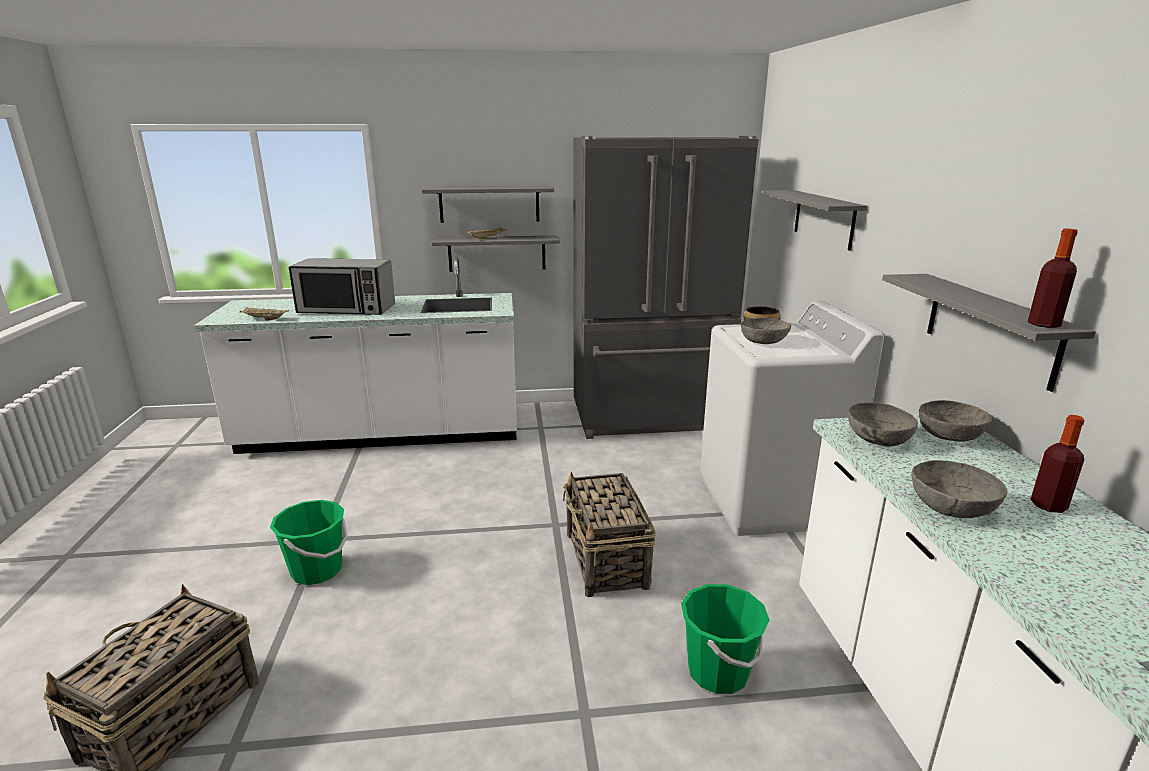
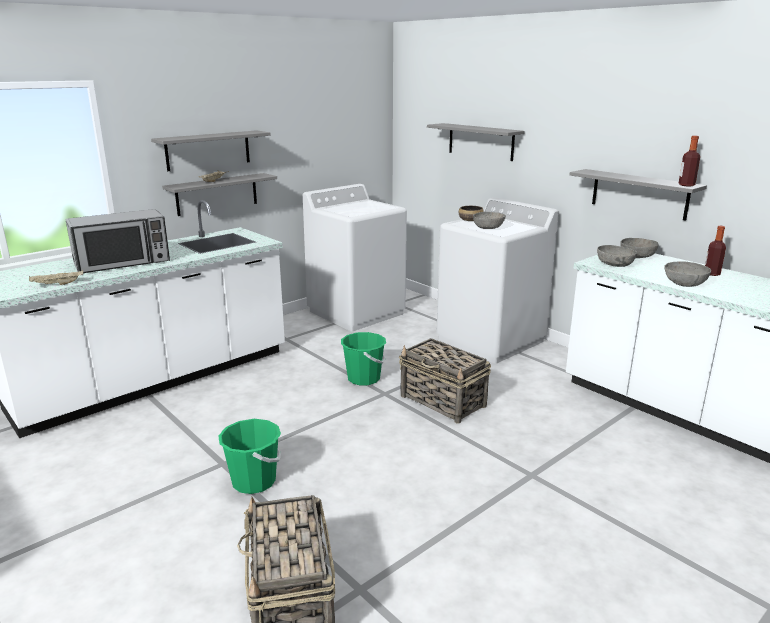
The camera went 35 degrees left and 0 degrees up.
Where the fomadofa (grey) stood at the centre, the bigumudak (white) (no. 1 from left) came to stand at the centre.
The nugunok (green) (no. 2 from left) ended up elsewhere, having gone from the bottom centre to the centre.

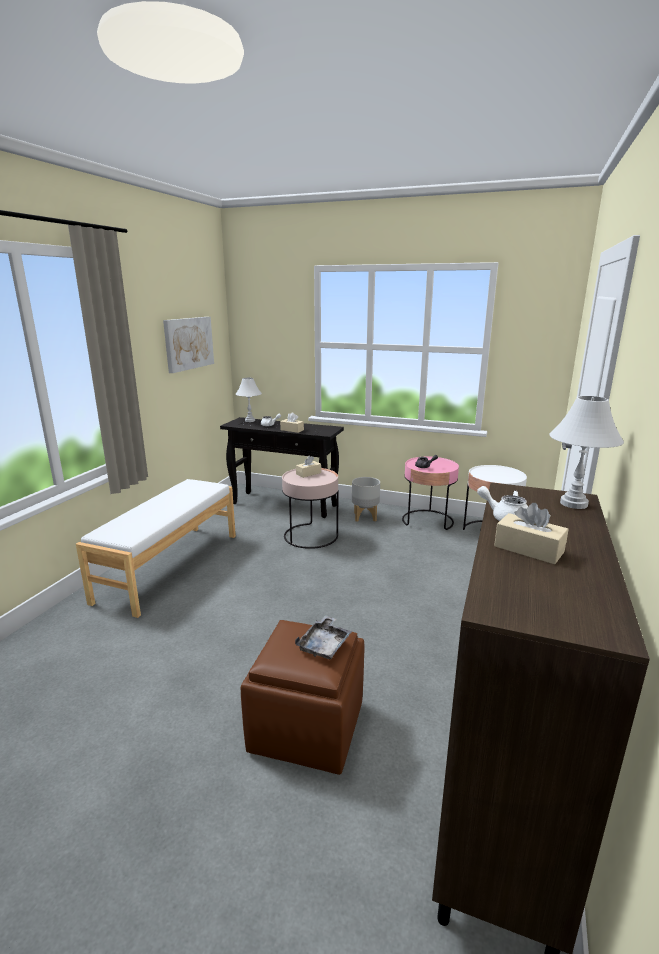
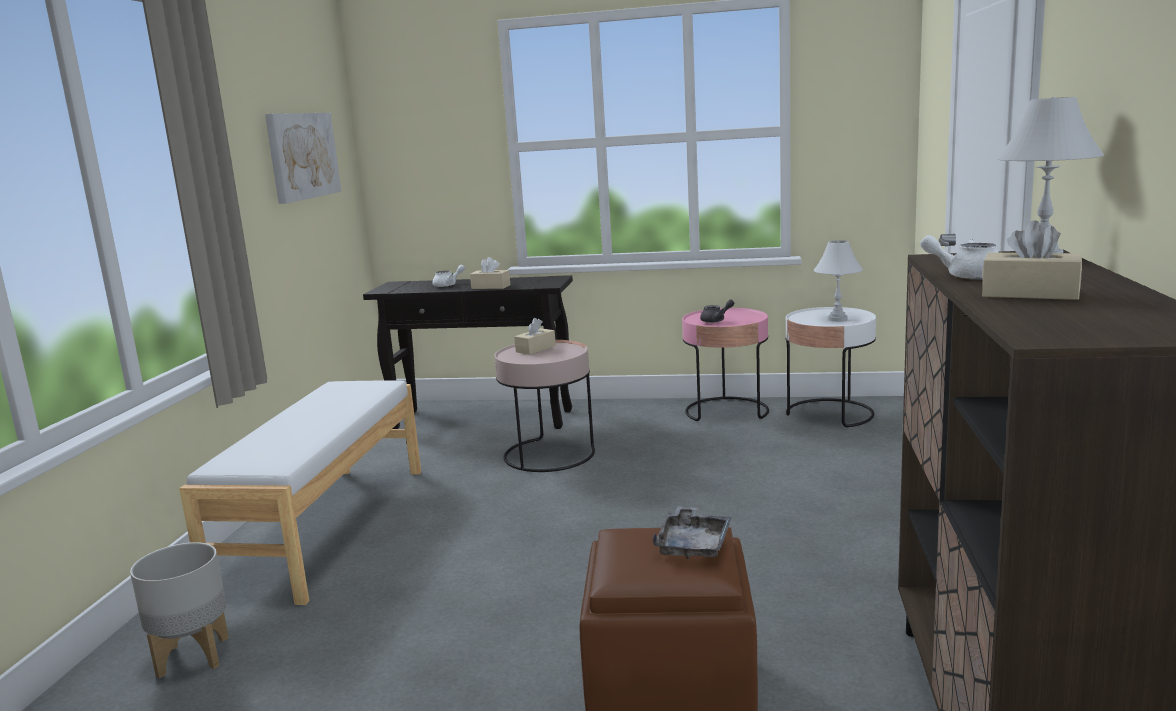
The camera went 10 degrees left and 5 degrees down.
The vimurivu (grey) ended up elsewhere, having gone from the centre to the bottom left.
The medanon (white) (no. 1 from left) ended up elsewhere, having gone from the centre to the middle right.

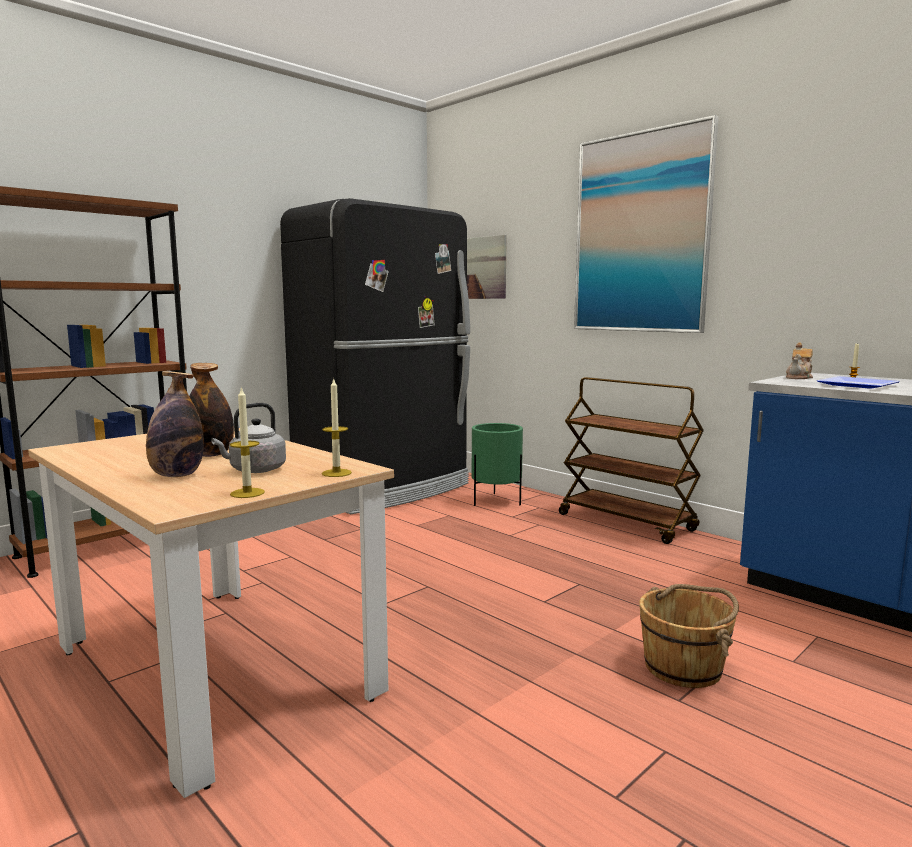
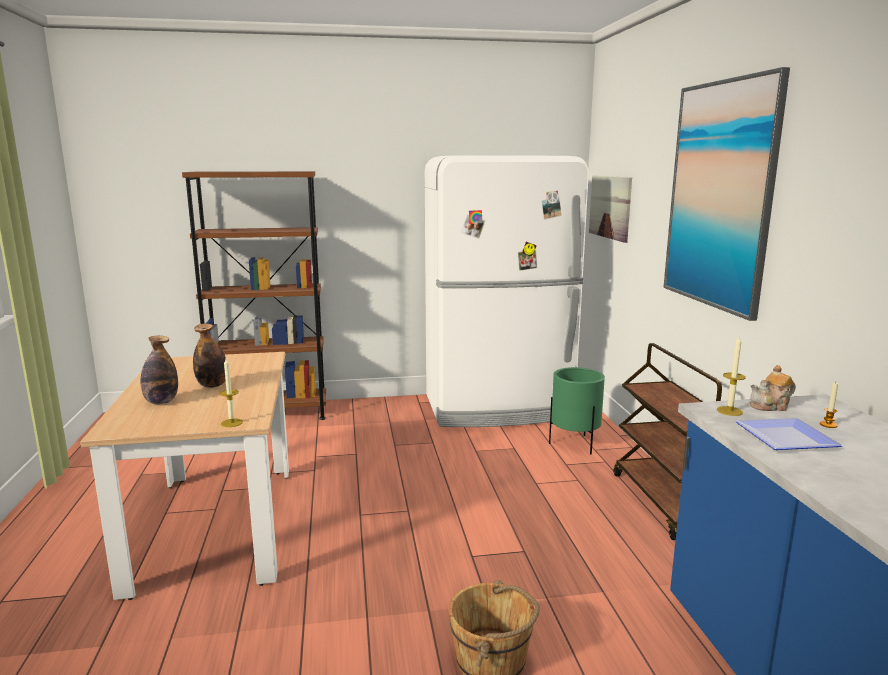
The camera went 35 degrees right and 5 degrees up.
What was the fomadofa (black) at the centre turned into the fomadofa (white) at the centre.
The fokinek (no. 1 from left in the first image) ended up elsewhere, having gone from the middle left to the middle right.
The second view lost the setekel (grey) at the middle left.

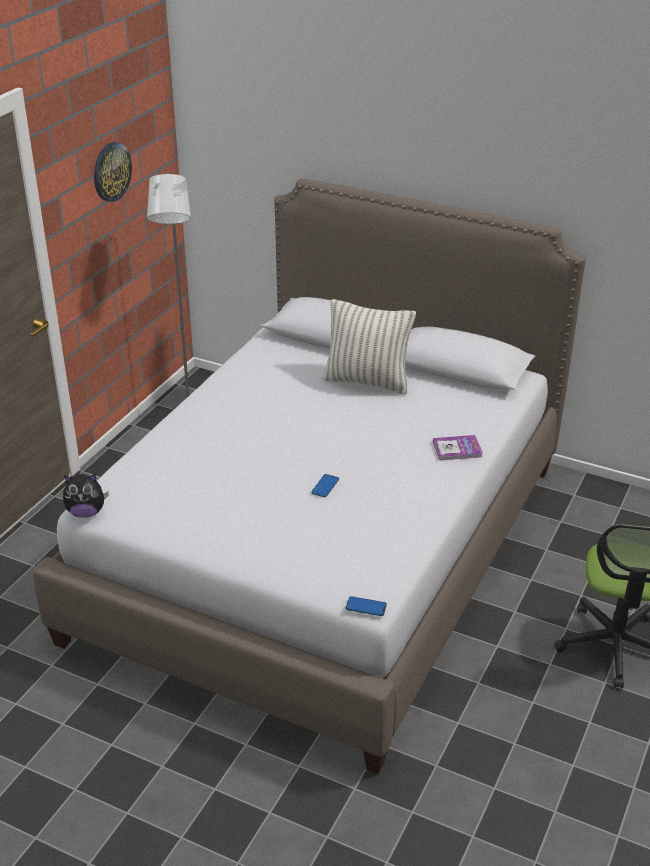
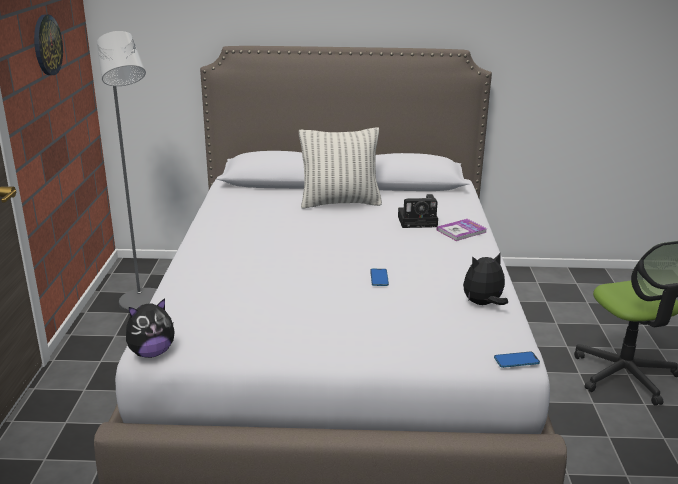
The camera went 25 degrees left and 10 degrees down.
The second view gained the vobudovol at the centre.
The second view gained the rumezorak (no. 2 from left) at the middle right.

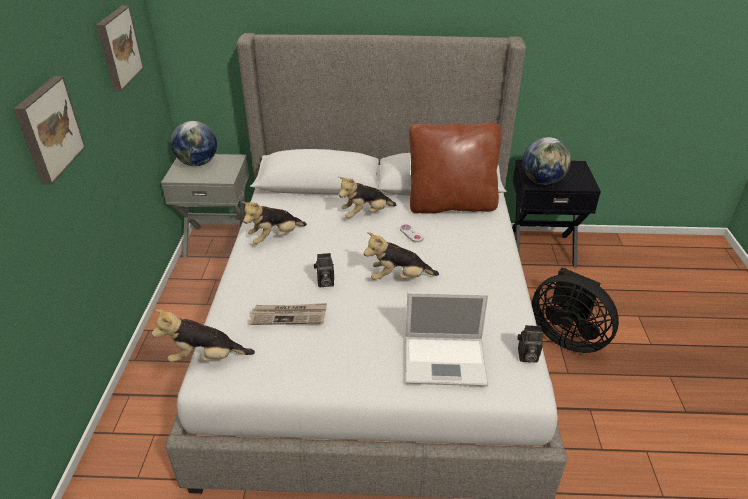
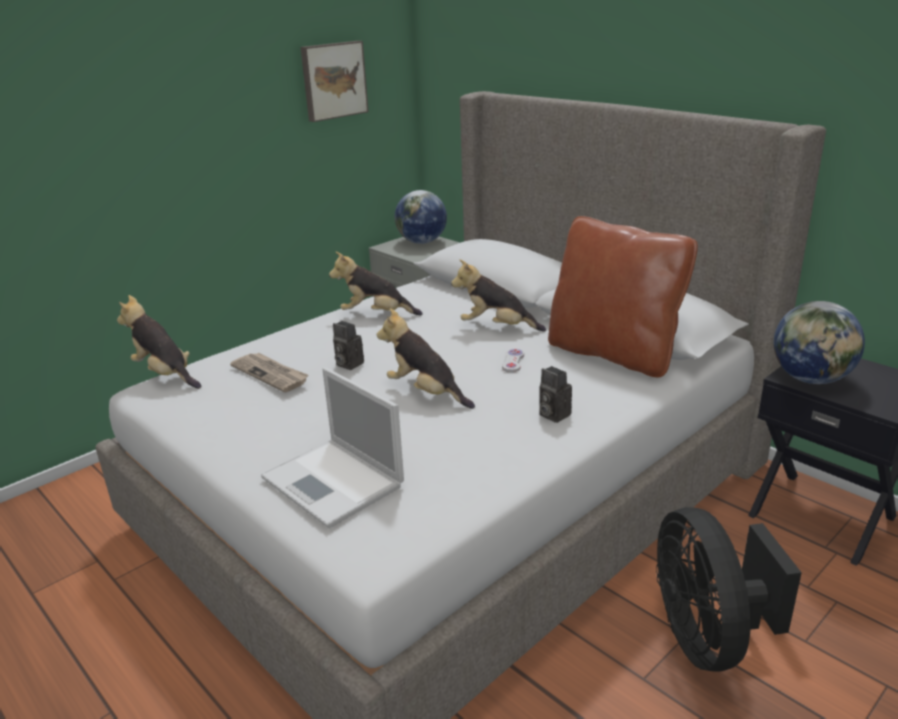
The camera went 45 degrees right and 10 degrees down.
The vobudovol (no. 2 from left) ended up elsewhere, having gone from the bottom right to the centre.
The second view lost the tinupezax (no. 1 from left) at the top left.

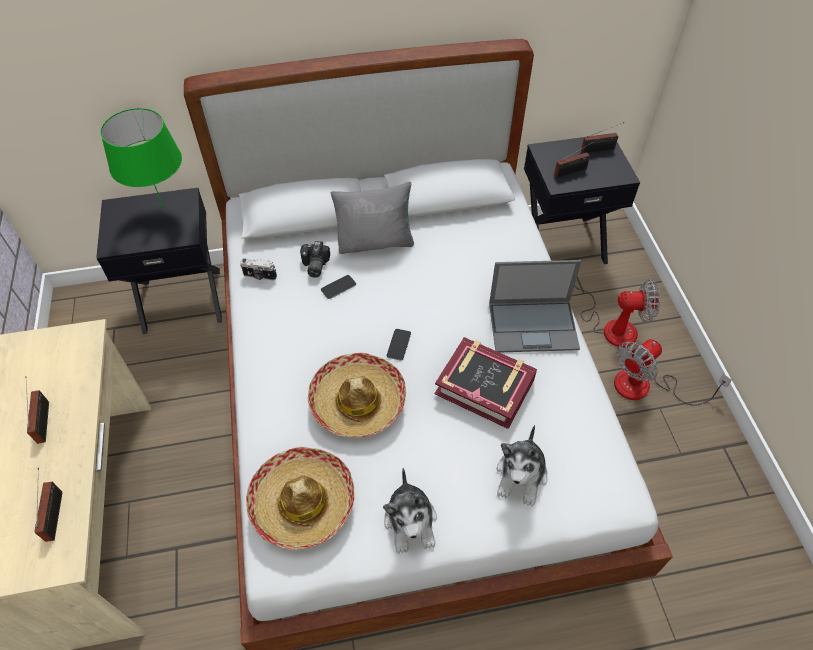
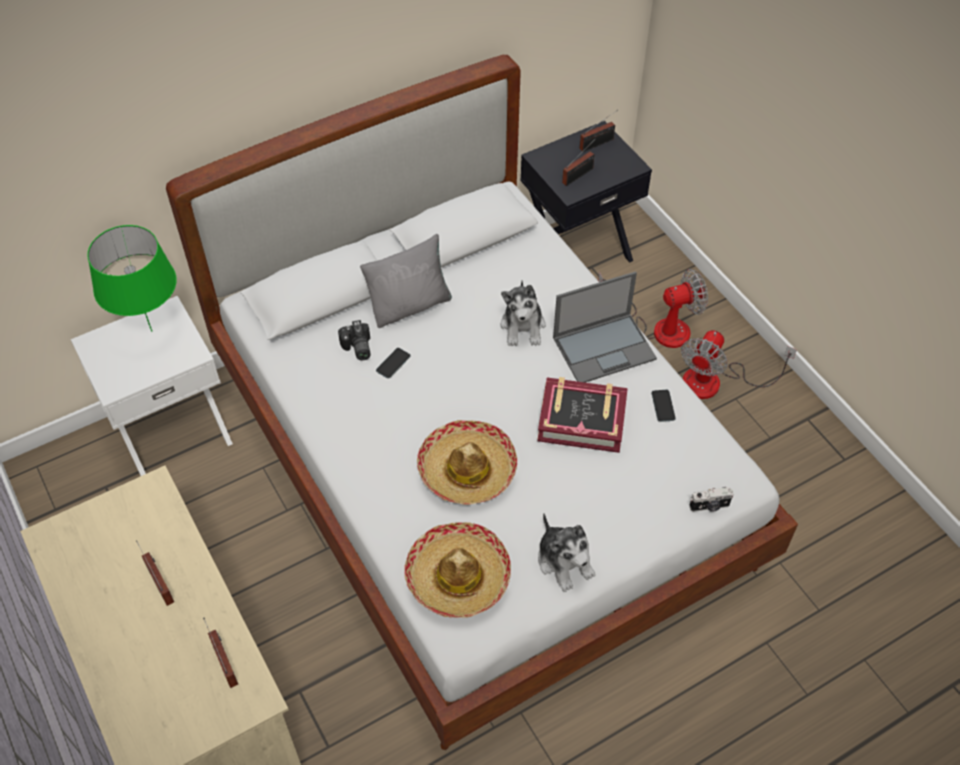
The camera went 20 degrees left and 0 degrees up.
What was the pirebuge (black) (no. 1 from left) at the middle left turned into the pirebuge (white) at the middle left.
The rumezorak (no. 2 from left in the first image) ended up elsewhere, having gone from the bottom centre to the centre.
The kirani (no. 2 from left) ended up elsewhere, having gone from the centre to the middle right.
The vobudovol (no. 1 from left in the first image) ended up elsewhere, having gone from the middle left to the middle right.

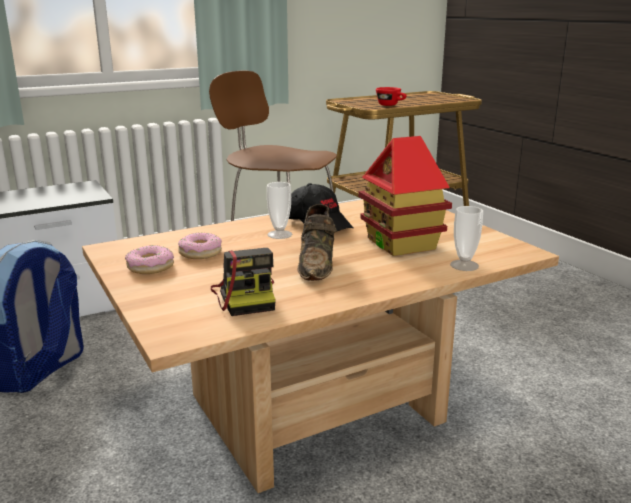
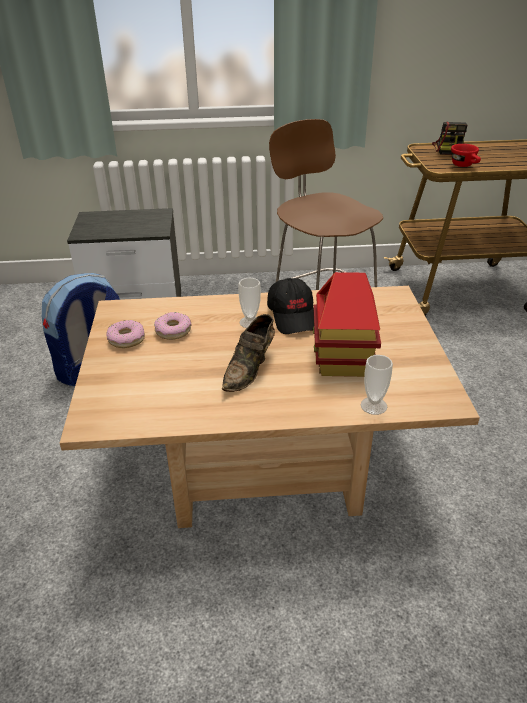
The camera went 25 degrees right and 15 degrees up.
The vobudovol ended up elsewhere, having gone from the centre to the top right.

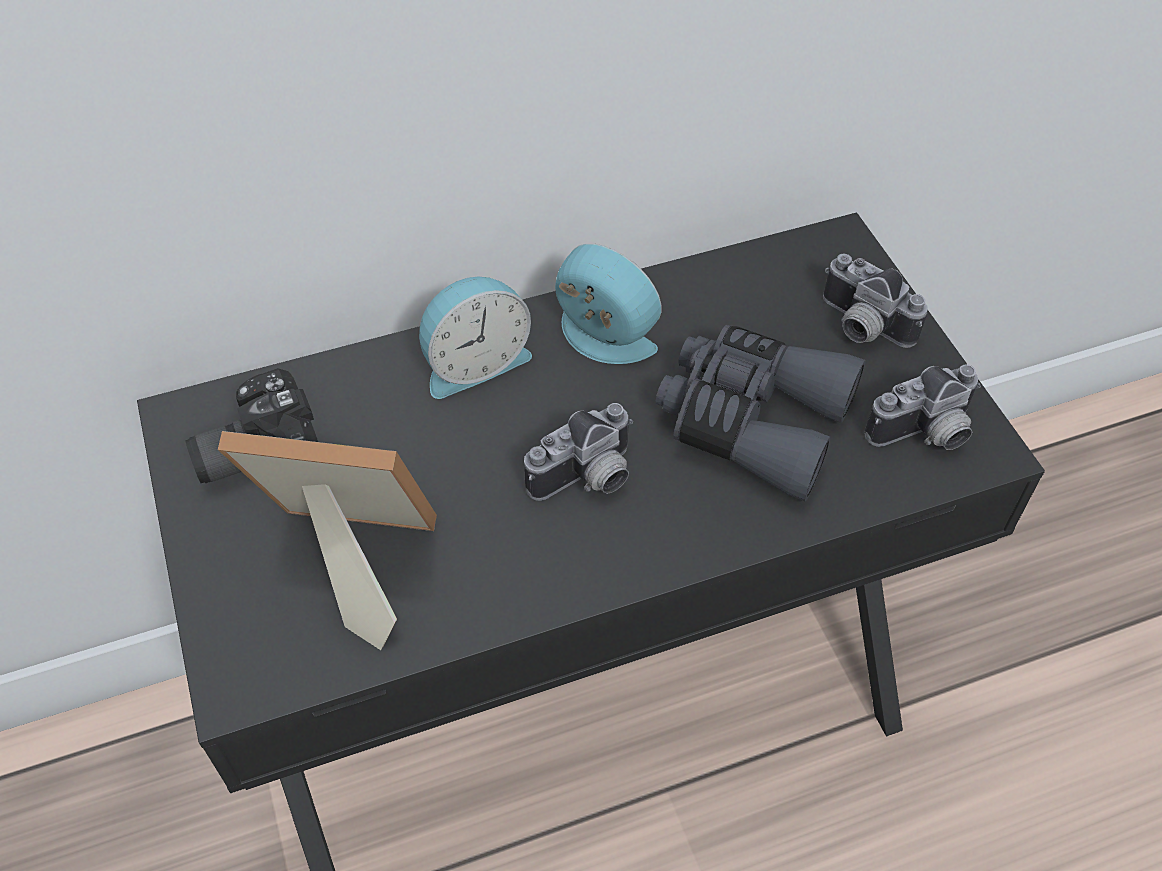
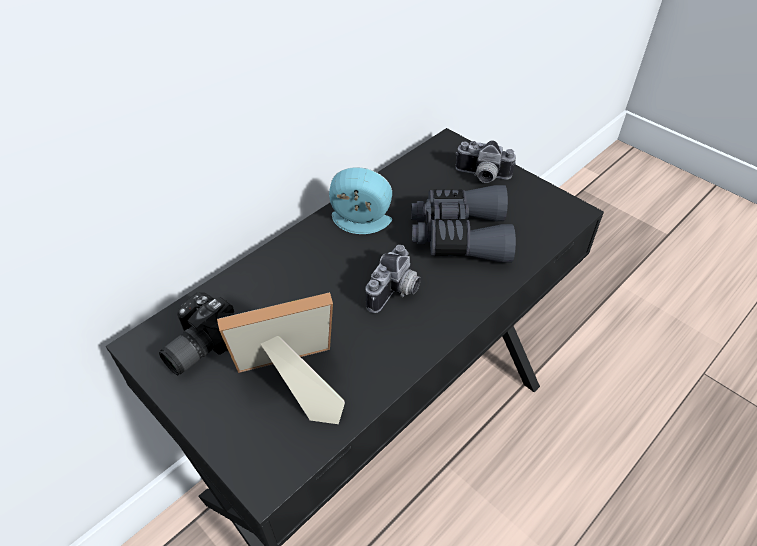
The camera went 25 degrees left and 5 degrees down.
The second view lost the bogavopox (no. 1 from left) at the centre.
The second view lost the vobudovol (no. 4 from left) at the middle right.

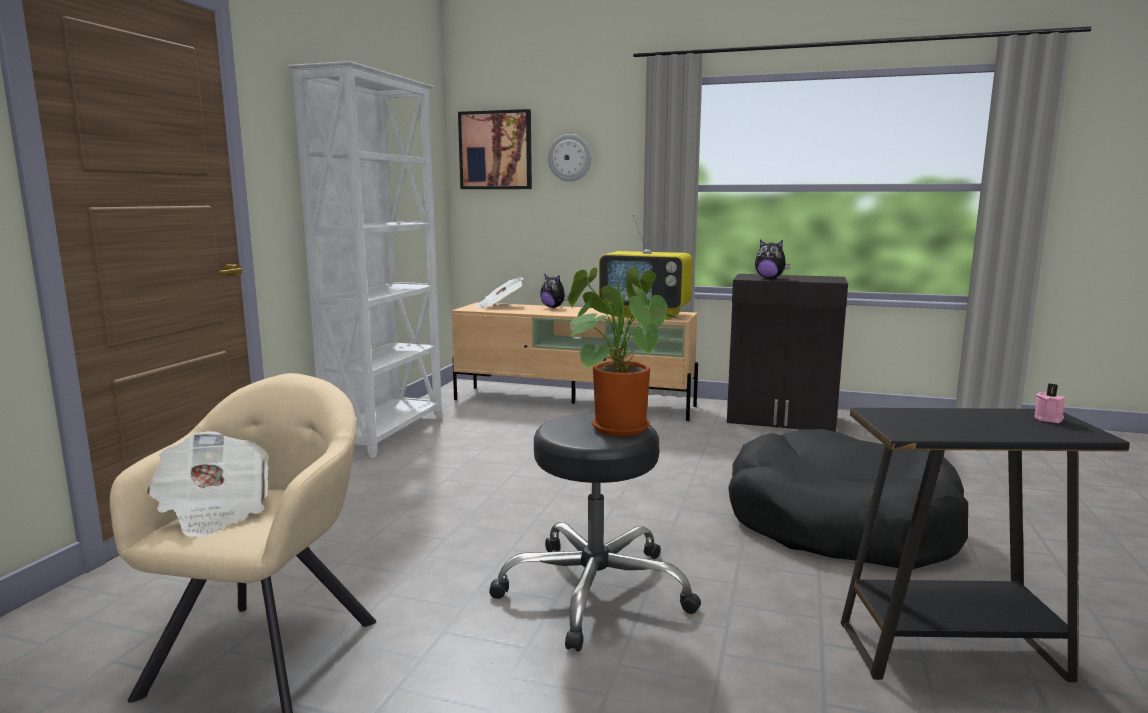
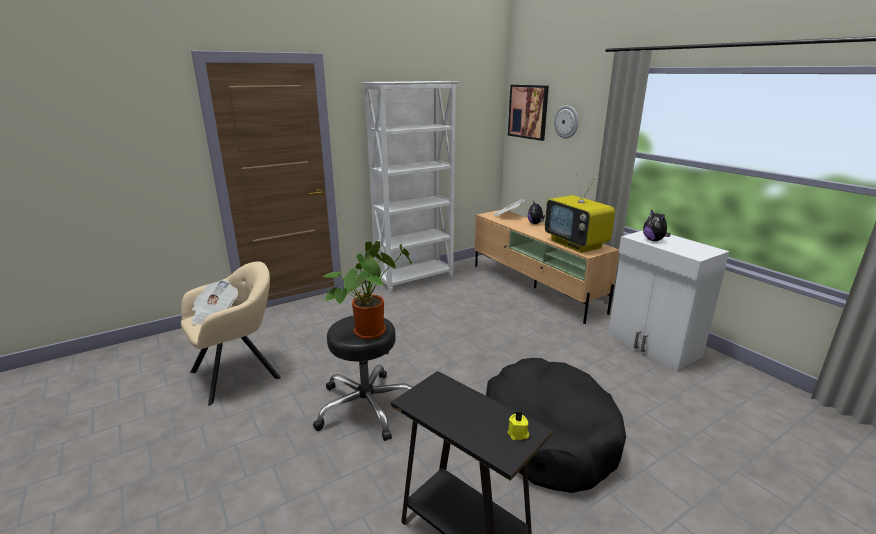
The camera went 40 degrees right and 10 degrees up.
What was the fokinek (pink) at the middle right turned into the fokinek (yellow) at the bottom centre.
What was the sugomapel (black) at the middle right turned into the sugomapel (white) at the middle right.

